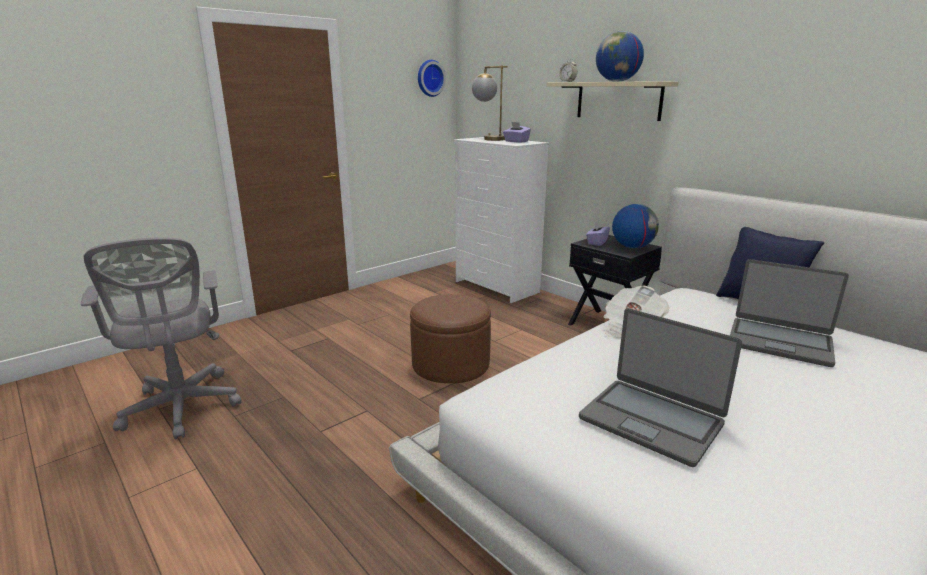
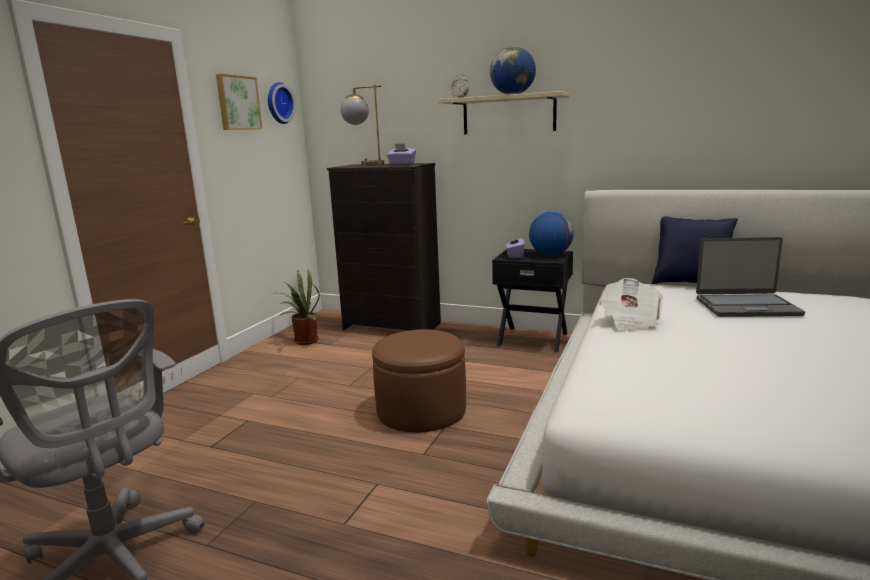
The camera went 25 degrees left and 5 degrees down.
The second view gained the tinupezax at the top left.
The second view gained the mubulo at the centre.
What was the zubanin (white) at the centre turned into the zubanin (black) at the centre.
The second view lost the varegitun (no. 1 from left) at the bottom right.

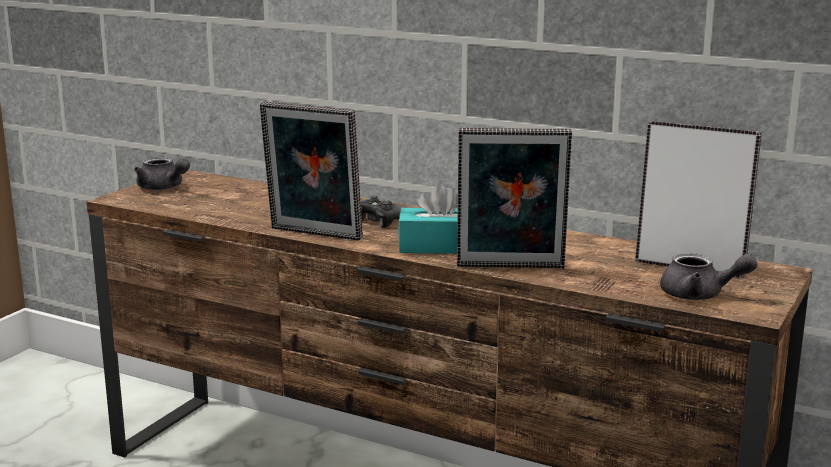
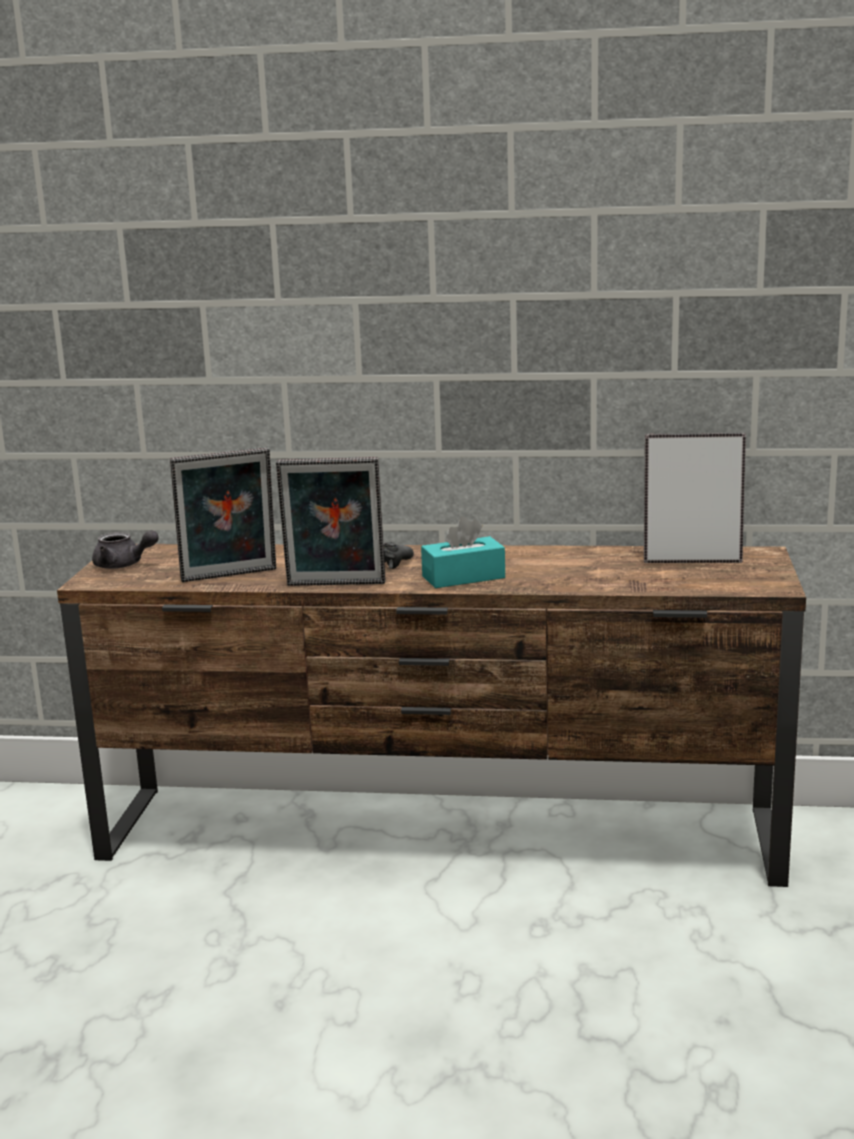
The camera went 20 degrees left and 0 degrees up.
The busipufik (no. 2 from left in the first image) ended up elsewhere, having gone from the centre to the middle left.
The second view lost the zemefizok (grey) (no. 2 from left) at the middle right.

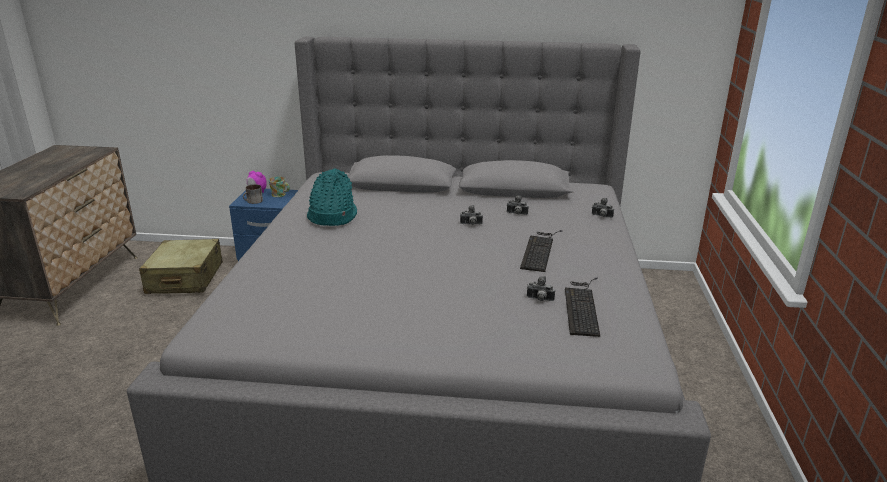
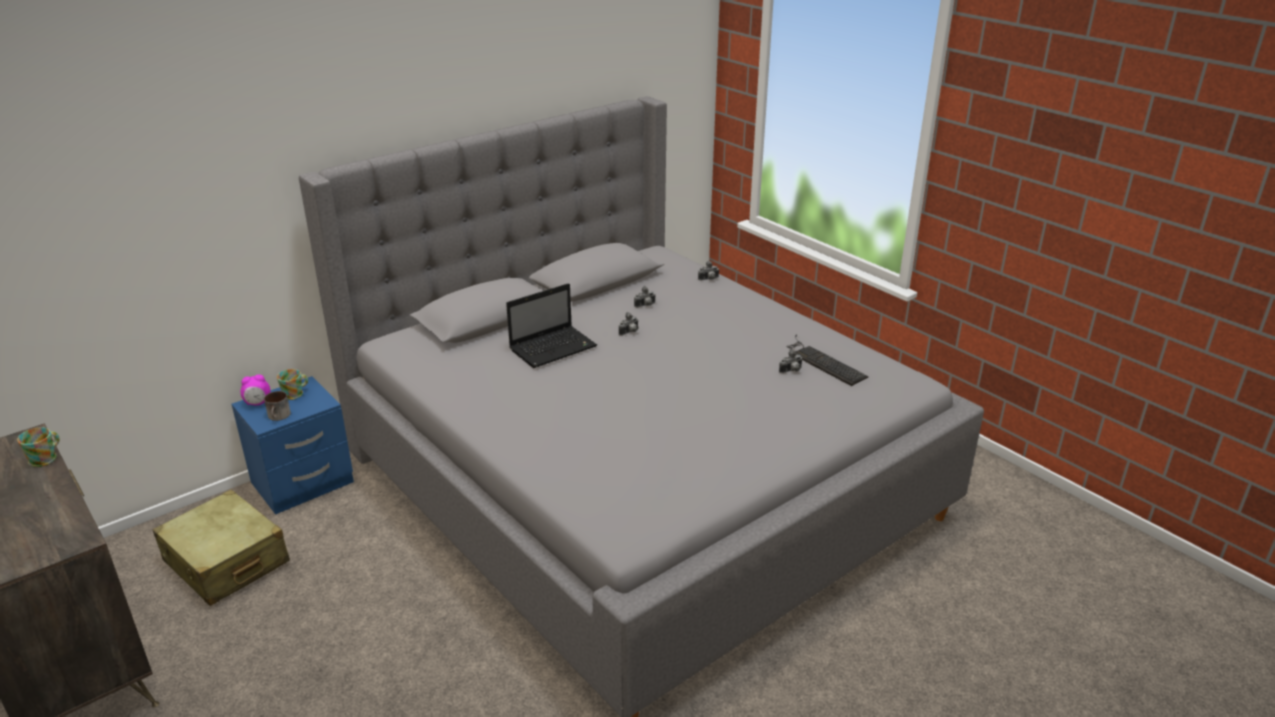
The camera went 45 degrees left and 5 degrees up.
The second view gained the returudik (no. 1 from left) at the middle left.
The second view gained the varegitun at the centre.
The second view lost the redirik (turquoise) at the centre.
The second view lost the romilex (no. 1 from left) at the centre.

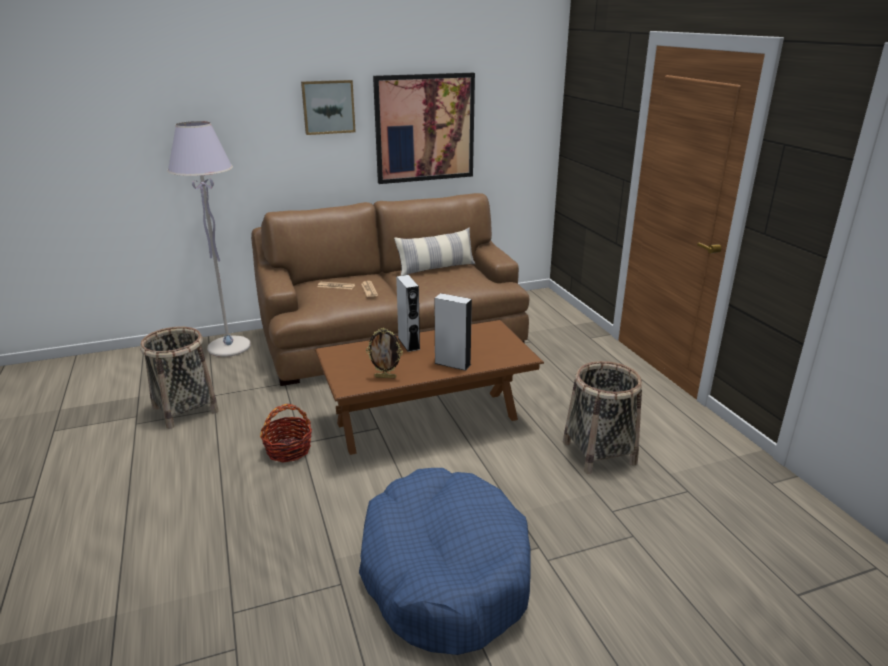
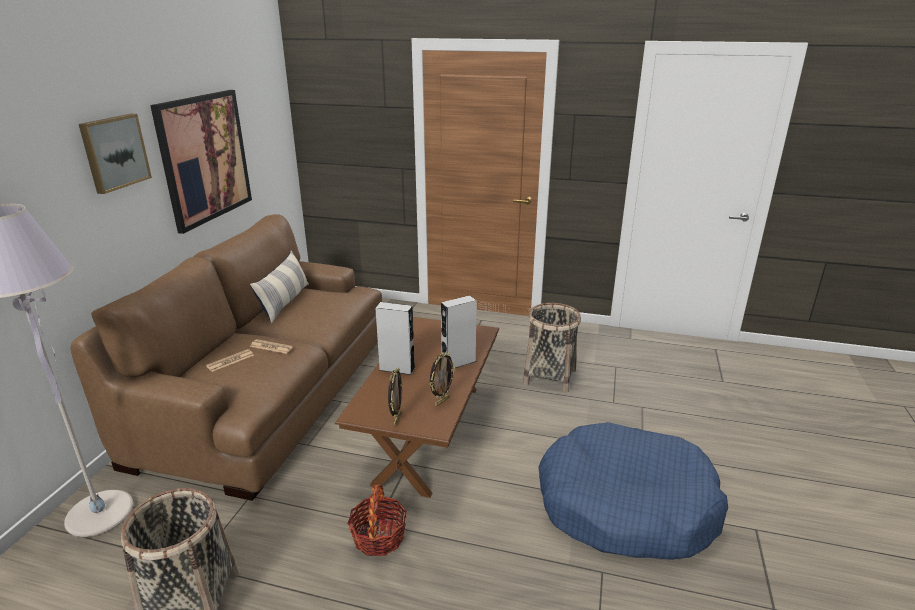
The camera went 55 degrees left and 0 degrees up.
The second view gained the busipufik (no. 1 from left) at the centre.

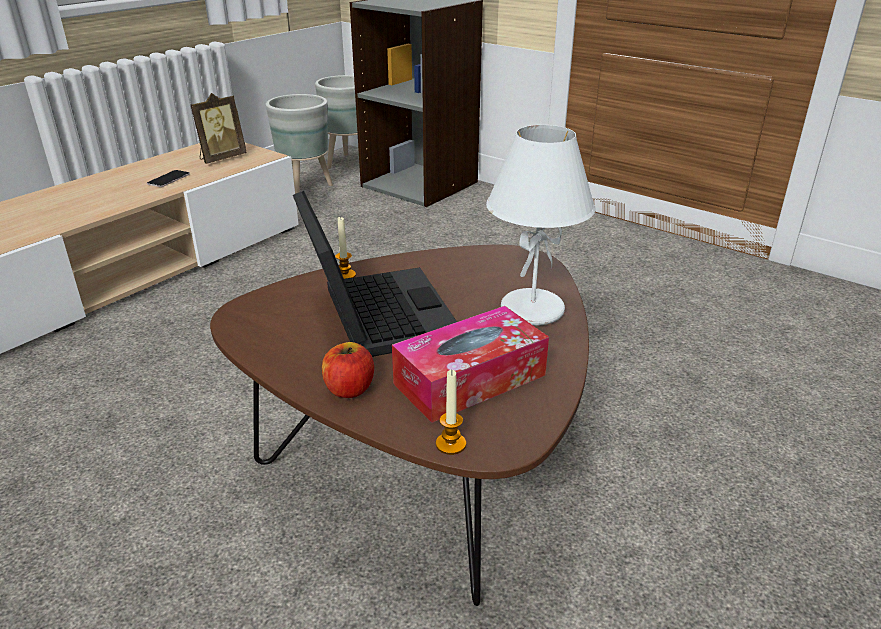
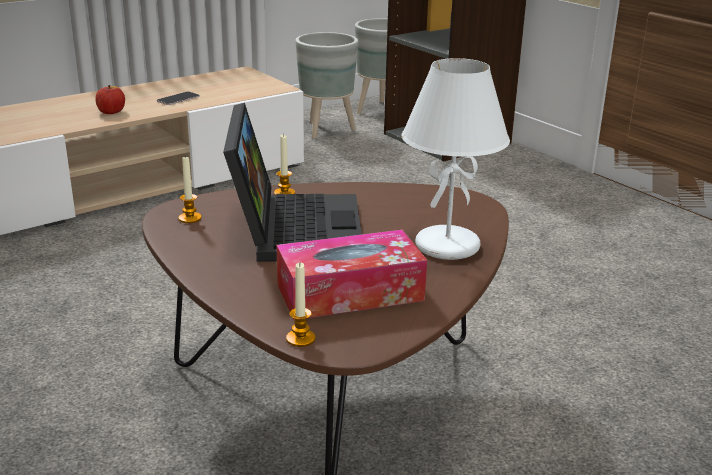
The camera went 15 degrees right and 5 degrees down.
The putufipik ended up elsewhere, having gone from the centre to the top left.
The second view gained the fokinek (no. 1 from left) at the middle left.
The second view lost the busipufik at the top left.

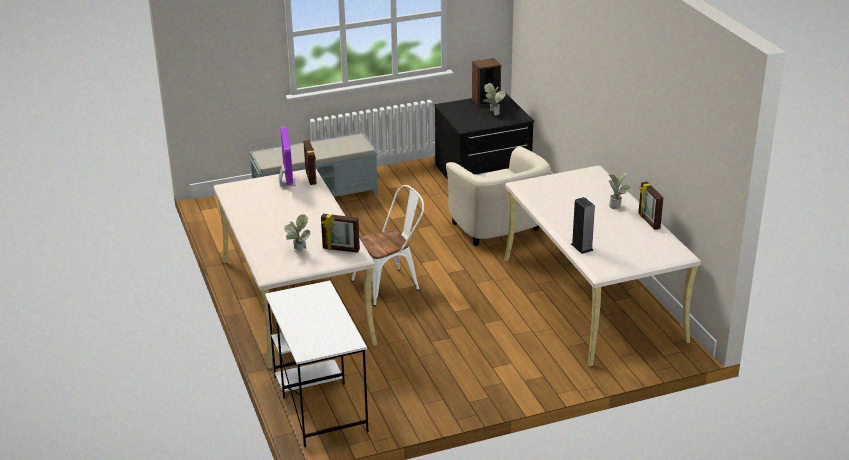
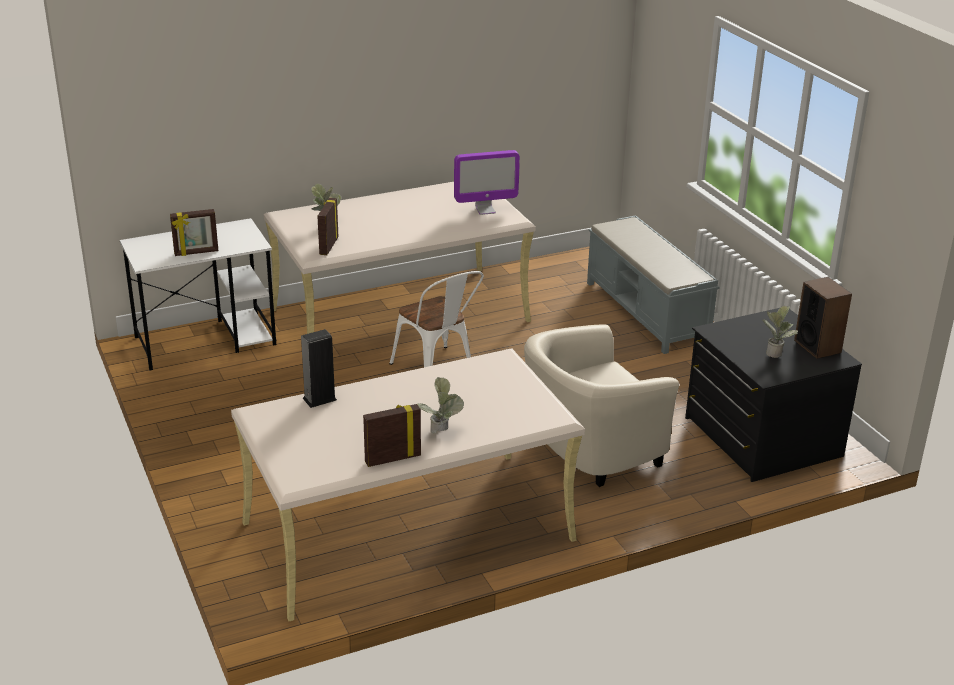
The camera went 85 degrees right and 0 degrees up.
The busipufik (no. 1 from left) ended up elsewhere, having gone from the centre to the middle left.

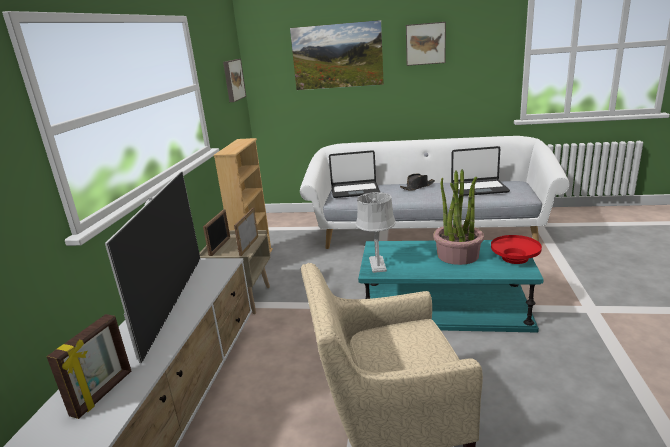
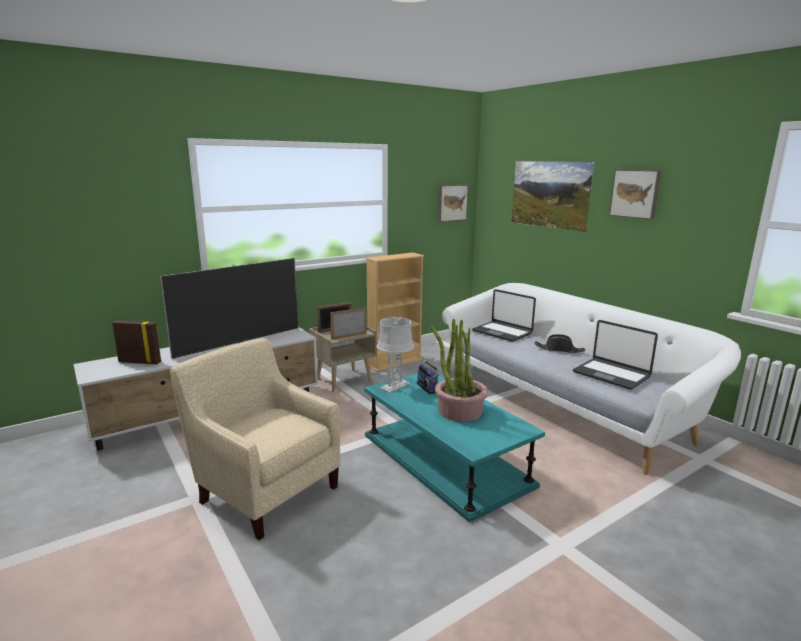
The camera went 45 degrees right and 5 degrees down.
The busipufik (no. 1 from left) at the bottom left ended up facing another way, 150 degrees counterclockwise from before.
The second view gained the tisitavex at the centre.
The second view lost the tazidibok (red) at the middle right.

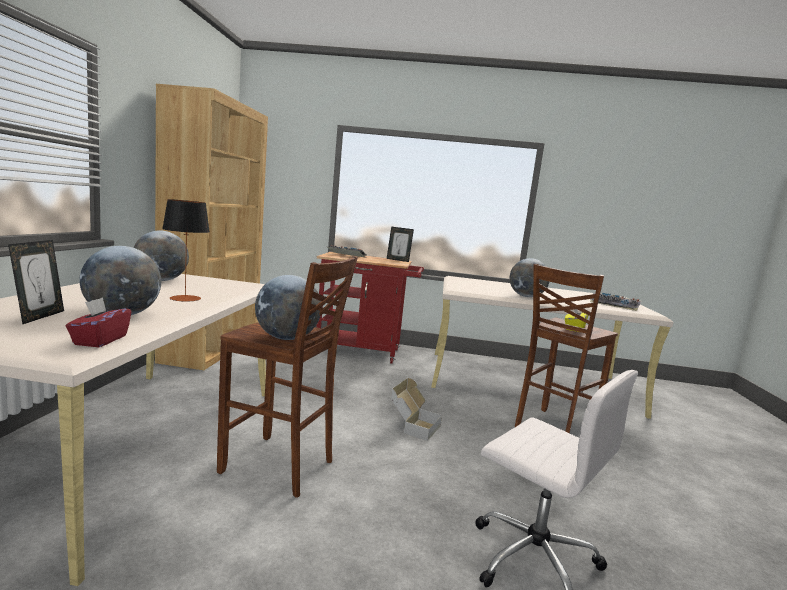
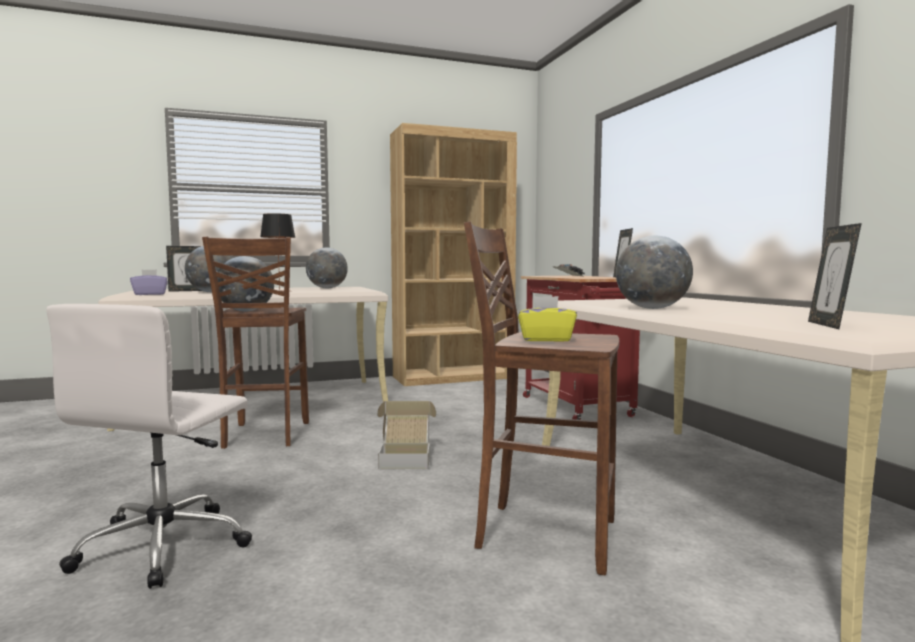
The camera went 65 degrees right and 5 degrees down.
What was the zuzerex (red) at the middle left turned into the zuzerex (purple) at the middle left.
Where the romilex (no. 2 from left) stood at the middle right, the busipufik (no. 3 from left) came to stand at the middle right.

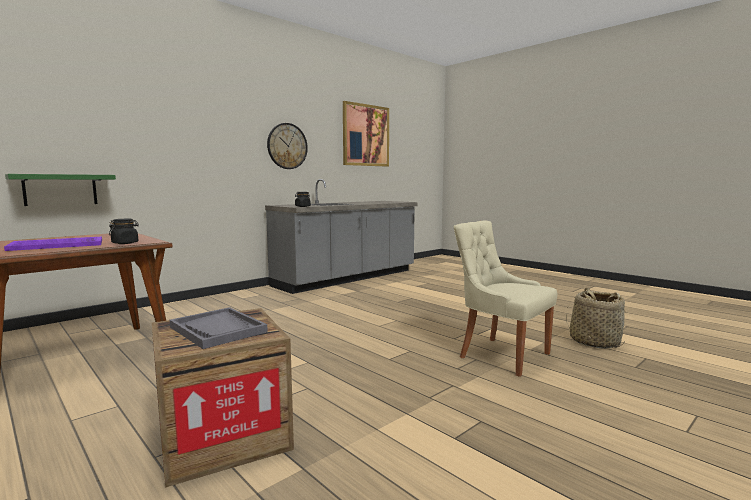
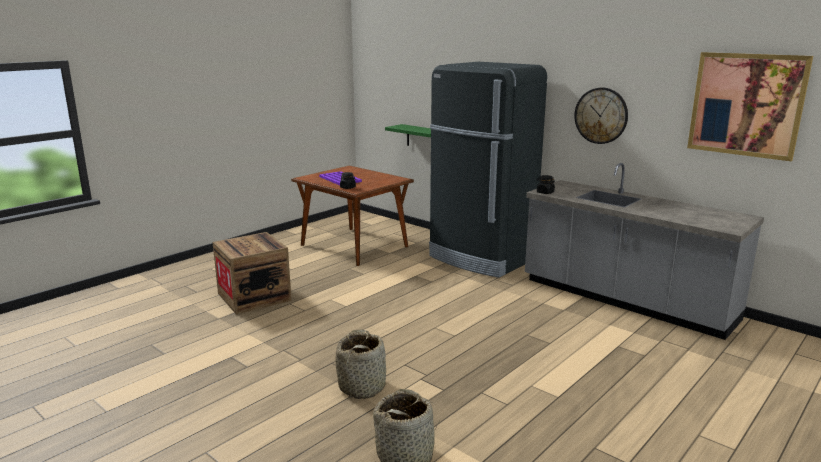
The camera went 85 degrees right and 10 degrees up.
Where the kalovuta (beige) stood at the middle right, the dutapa (no. 1 from left) came to stand at the bottom centre.
The second view gained the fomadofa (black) at the centre.
The second view lost the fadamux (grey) at the middle left.

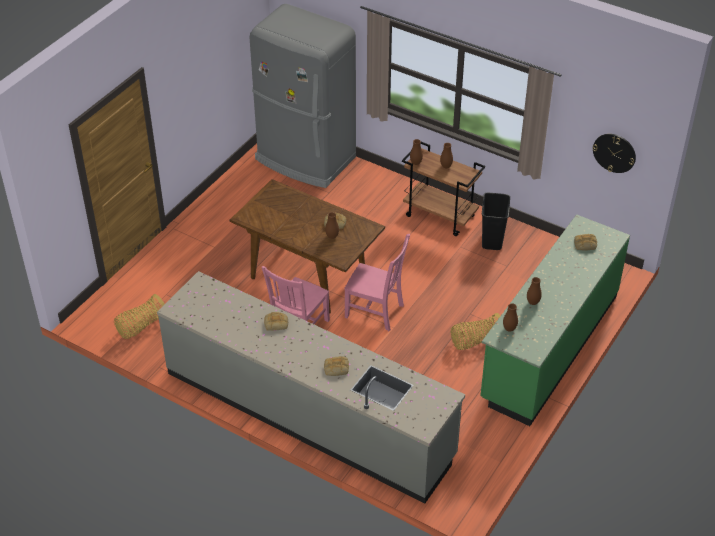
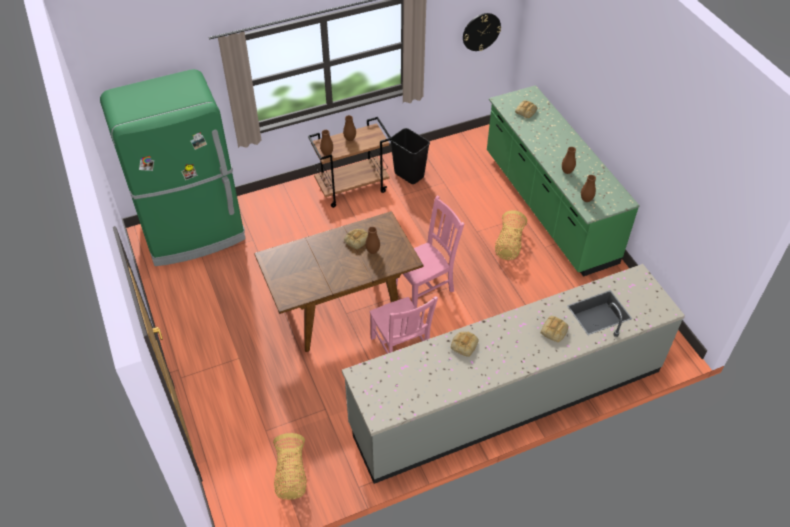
The camera went 55 degrees left and 5 degrees up.
What was the fomadofa (grey) at the top centre turned into the fomadofa (green) at the top left.

